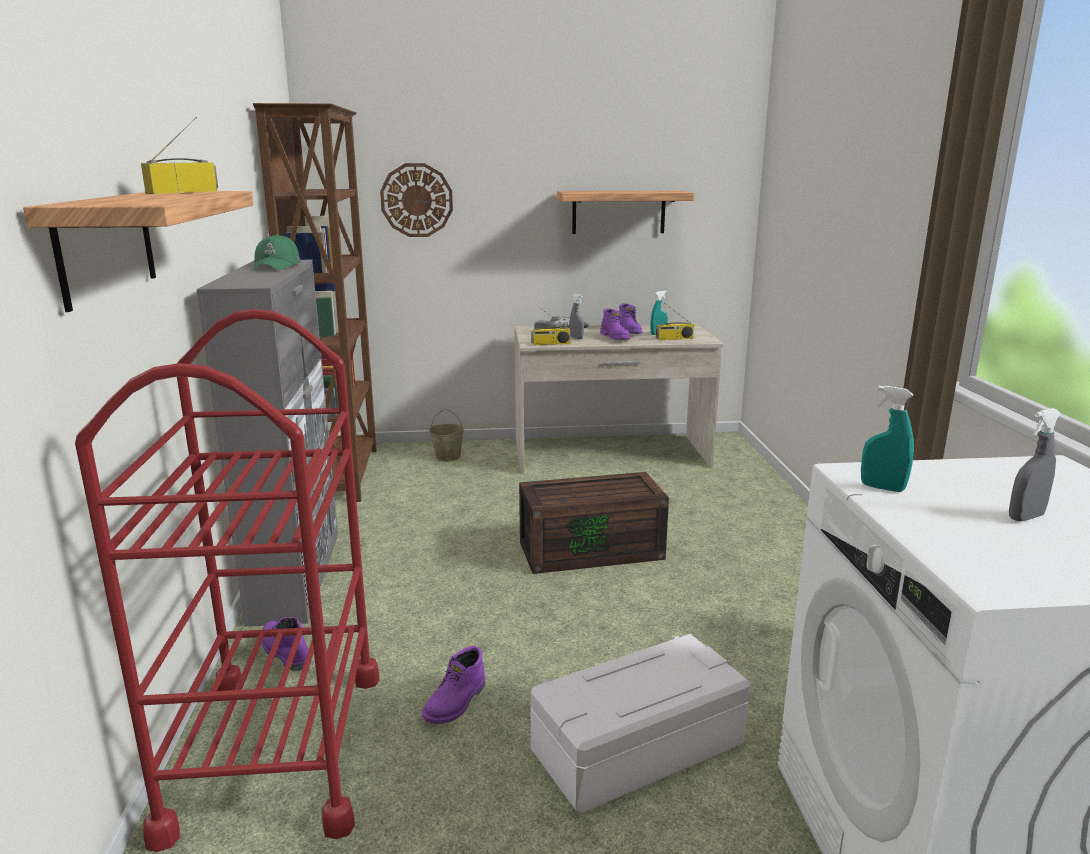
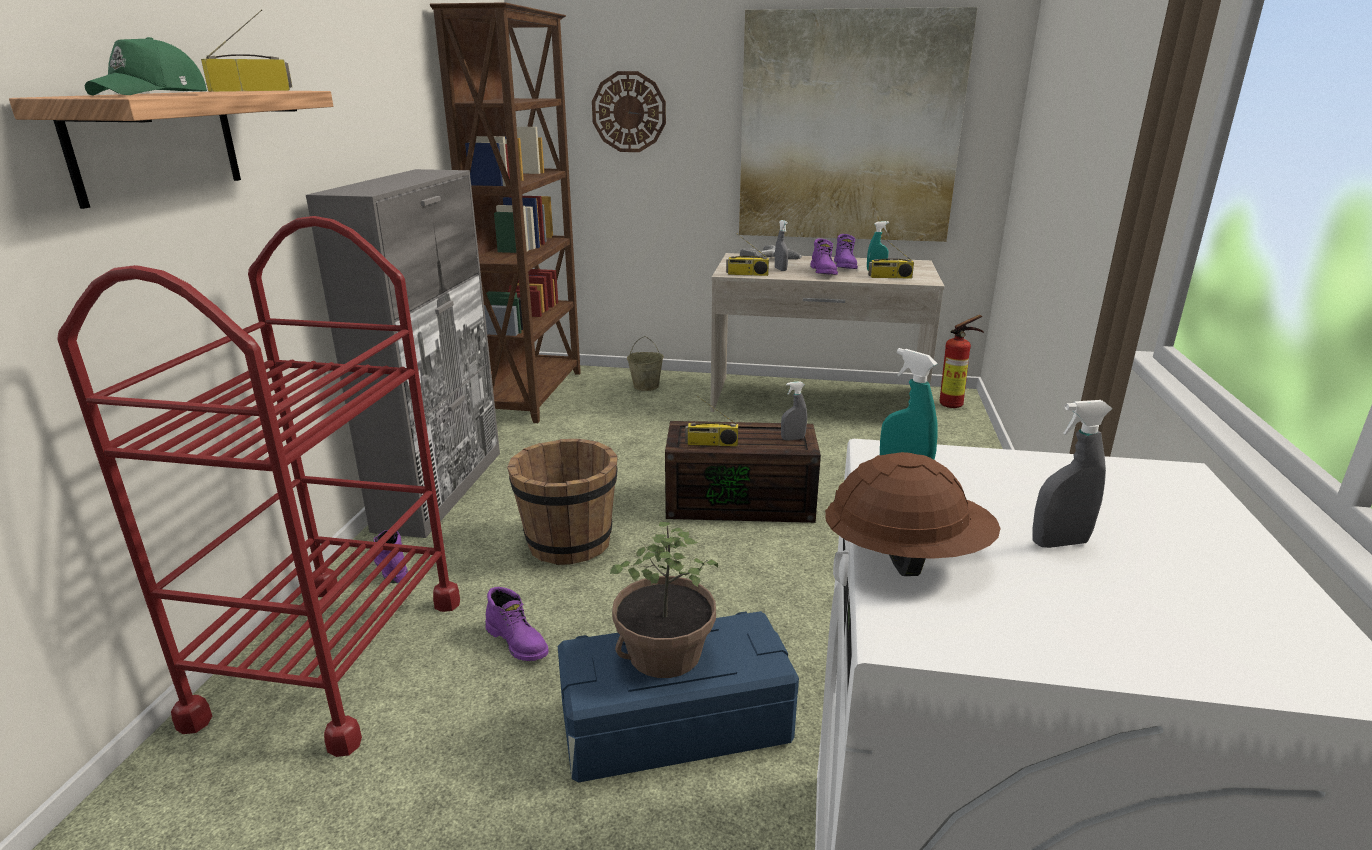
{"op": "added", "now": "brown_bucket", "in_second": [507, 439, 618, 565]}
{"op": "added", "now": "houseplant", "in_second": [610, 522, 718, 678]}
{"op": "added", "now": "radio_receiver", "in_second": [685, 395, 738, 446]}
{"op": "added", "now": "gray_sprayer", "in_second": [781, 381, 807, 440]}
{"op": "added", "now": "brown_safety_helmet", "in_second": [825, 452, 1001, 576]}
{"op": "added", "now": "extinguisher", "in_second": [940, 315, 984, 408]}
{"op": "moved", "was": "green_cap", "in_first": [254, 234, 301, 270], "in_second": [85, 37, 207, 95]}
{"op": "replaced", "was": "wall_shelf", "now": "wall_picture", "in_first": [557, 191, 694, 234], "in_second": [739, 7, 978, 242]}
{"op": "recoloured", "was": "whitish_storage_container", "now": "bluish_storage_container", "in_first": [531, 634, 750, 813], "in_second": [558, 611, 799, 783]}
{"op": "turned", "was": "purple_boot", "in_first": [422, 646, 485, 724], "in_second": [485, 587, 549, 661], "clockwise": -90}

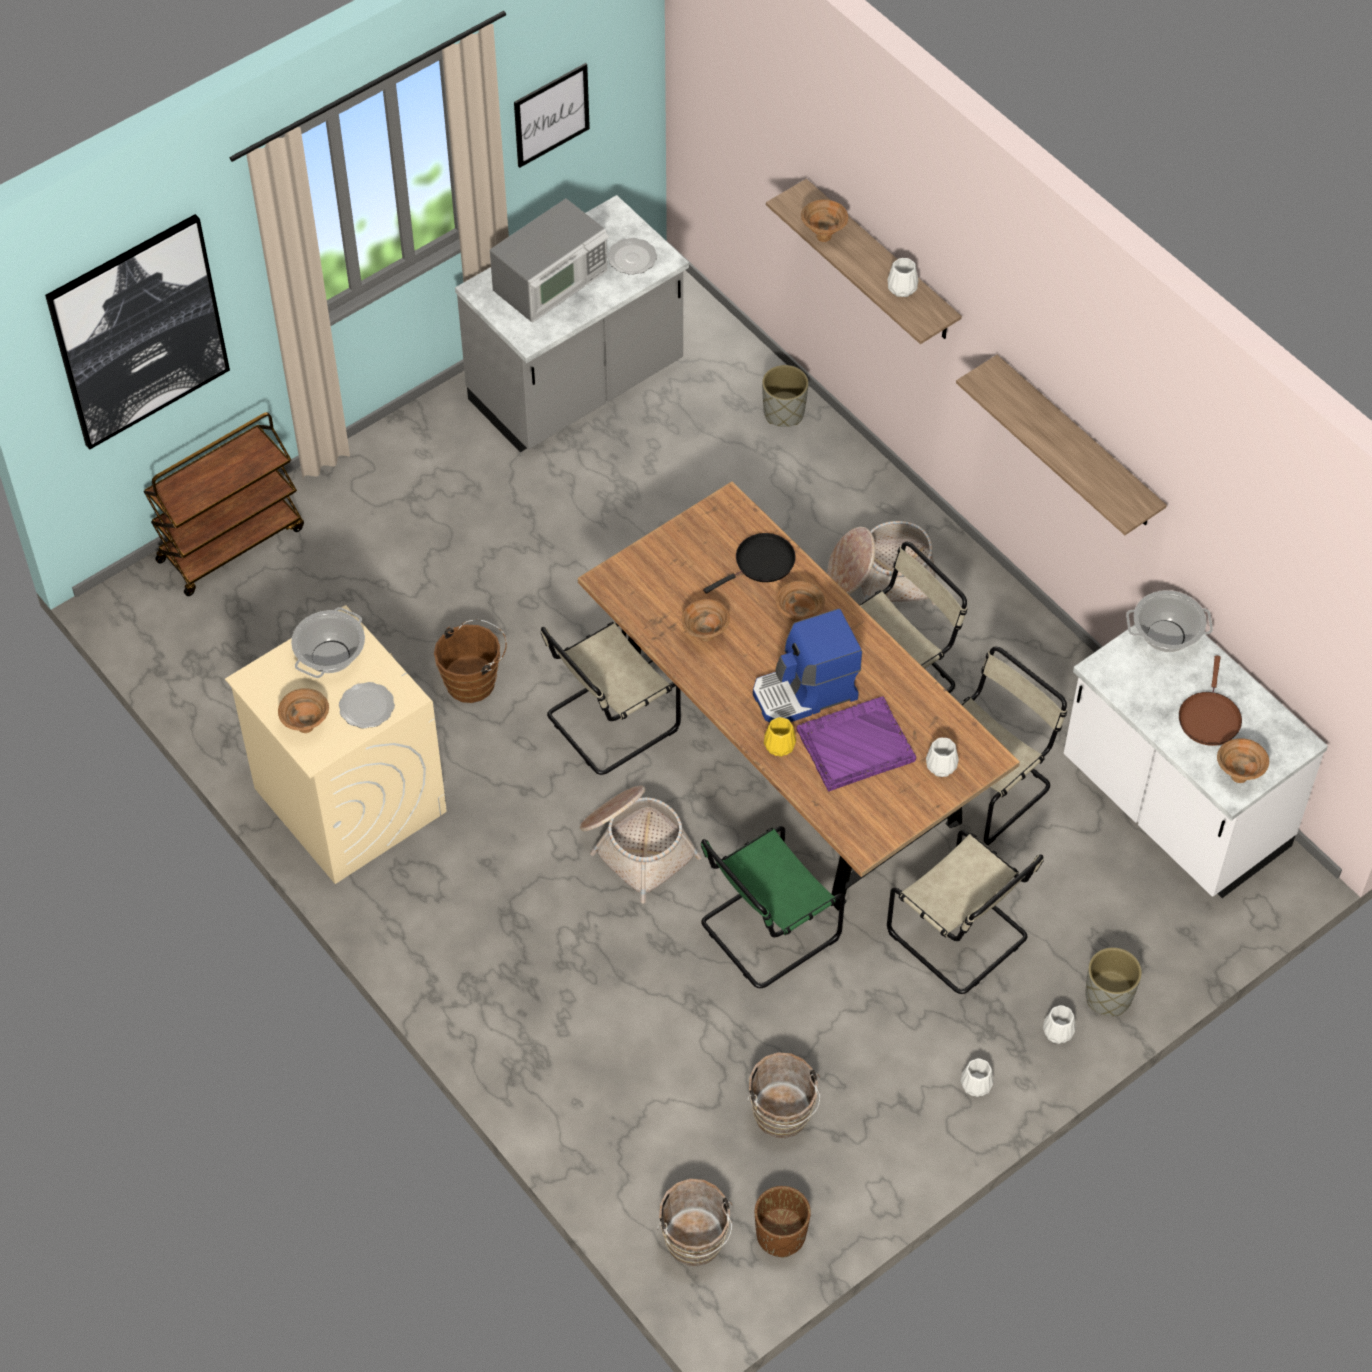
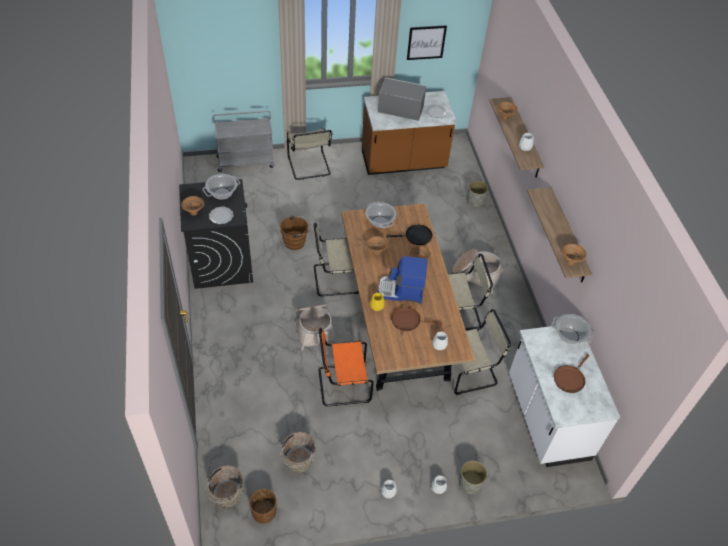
{"op": "removed", "was": "wall_picture", "in_first": [45, 214, 230, 450]}
{"op": "added", "now": "stockpot", "in_second": [365, 201, 396, 228]}
{"op": "moved", "was": "beige-coloured_plain_chair", "in_first": [887, 830, 1044, 994], "in_second": [287, 127, 333, 180]}
{"op": "moved", "was": "brown_bowl", "in_first": [1217, 738, 1269, 783], "in_second": [562, 244, 587, 266]}
{"op": "replaced", "was": "purple_serving_tray", "now": "brown_pan", "in_first": [796, 697, 916, 792], "in_second": [391, 307, 442, 331]}
{"op": "recoloured", "was": "brown_trolley", "now": "gray_trolley", "in_first": [143, 412, 304, 596], "in_second": [213, 110, 275, 172]}
{"op": "recoloured", "was": "beige-coloured_laundry_appliance", "now": "black_laundry_appliance", "in_first": [225, 605, 447, 884], "in_second": [179, 179, 253, 289]}
{"op": "recoloured", "was": "gray_counter", "now": "brown_counter", "in_first": [455, 195, 689, 452], "in_second": [362, 91, 457, 175]}
{"op": "recoloured", "was": "green_plain_chair", "now": "orange_plain_chair", "in_first": [701, 826, 845, 988], "in_second": [319, 328, 374, 406]}
{"op": "turned", "was": "microwave_oven", "in_first": [490, 198, 609, 322], "in_second": [378, 77, 426, 121], "clockwise": -150}

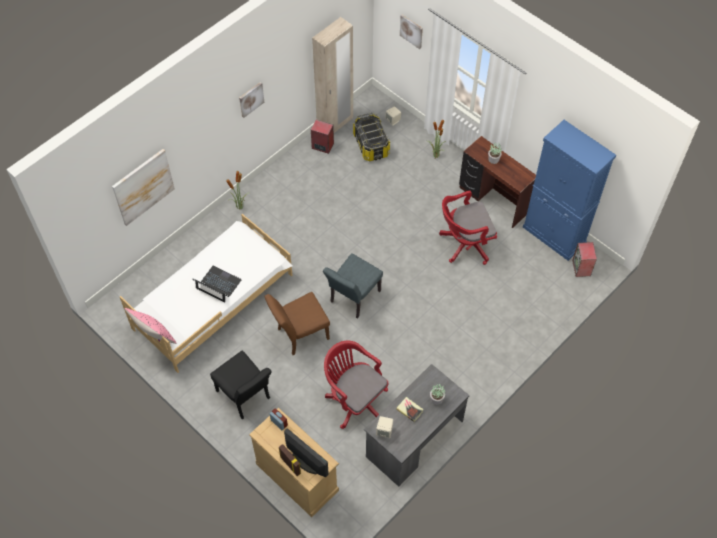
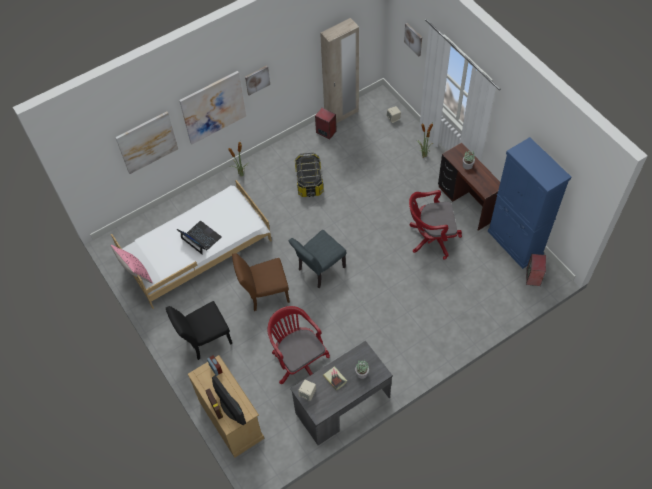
{"op": "added", "now": "wall_picture", "in_second": [179, 71, 246, 145]}
{"op": "moved", "was": "storage_container", "in_first": [353, 113, 390, 161], "in_second": [295, 153, 324, 197]}
{"op": "turned", "was": "black_plain_chair", "in_first": [210, 351, 272, 419], "in_second": [166, 301, 232, 360], "clockwise": 90}

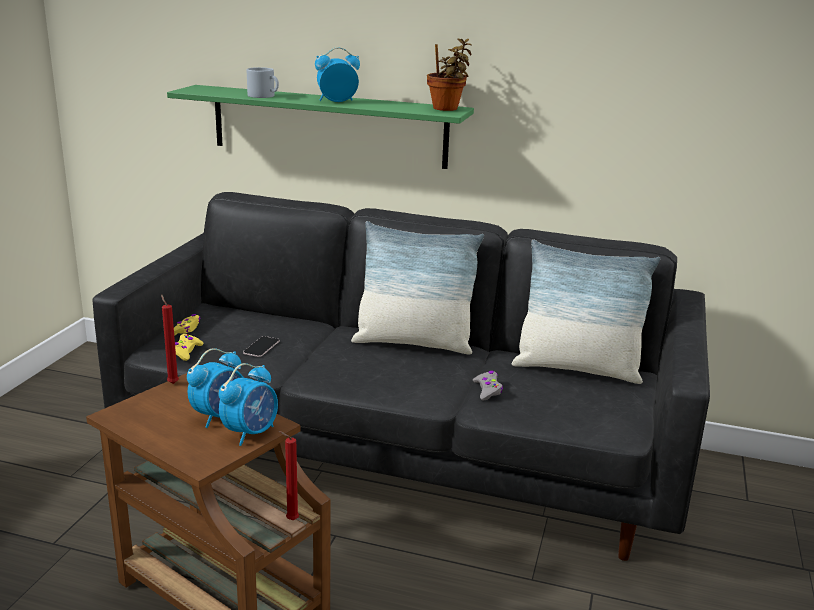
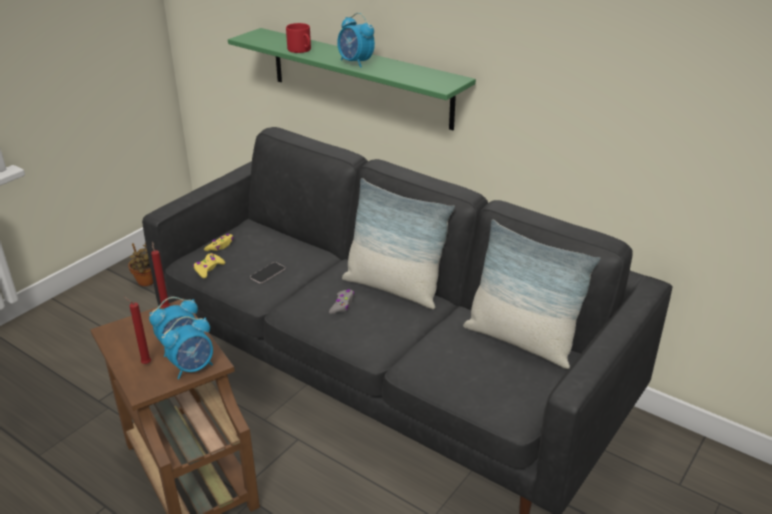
{"op": "moved", "was": "red-coloured_wax_light", "in_first": [279, 431, 299, 520], "in_second": [124, 297, 151, 364]}
{"op": "moved", "was": "houseplant", "in_first": [427, 38, 472, 111], "in_second": [128, 242, 153, 286]}
{"op": "moved", "was": "gray_game_controller", "in_first": [473, 371, 503, 400], "in_second": [329, 290, 354, 314]}
{"op": "recoloured", "was": "gray_coffee_mug", "now": "red-coloured_coffee_mug", "in_first": [247, 67, 279, 98], "in_second": [286, 23, 311, 53]}
{"op": "turned", "was": "alarm_clock", "in_first": [315, 47, 360, 102], "in_second": [337, 13, 375, 68], "clockwise": -135}

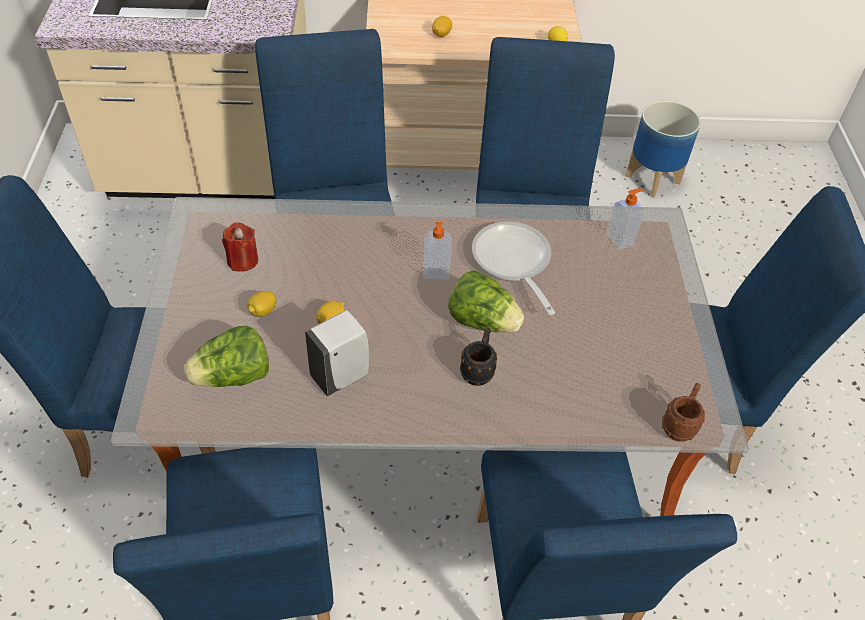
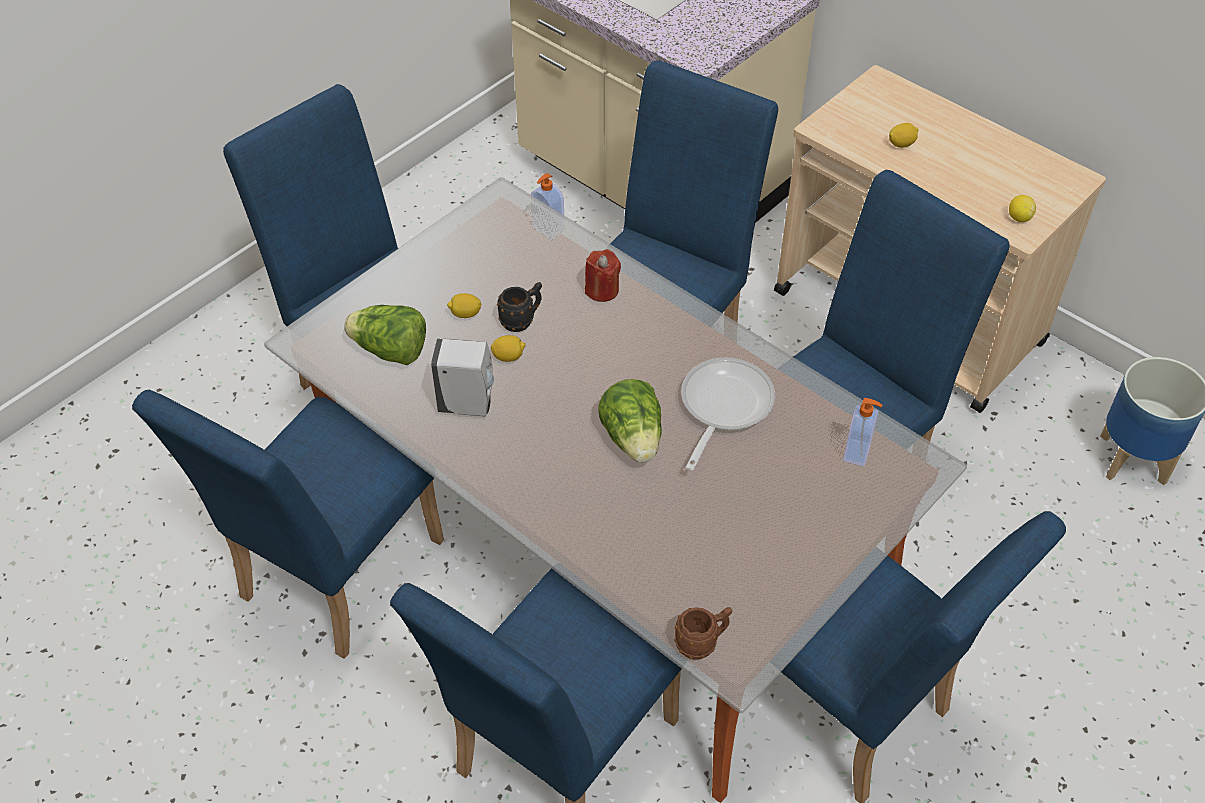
{"op": "moved", "was": "red-coloured_wax_light", "in_first": [222, 222, 258, 272], "in_second": [585, 249, 621, 302]}
{"op": "moved", "was": "liquid_soap_bottle", "in_first": [423, 222, 452, 280], "in_second": [531, 173, 565, 240]}
{"op": "moved", "was": "black_coffee_mug", "in_first": [460, 327, 497, 386], "in_second": [497, 282, 542, 332]}

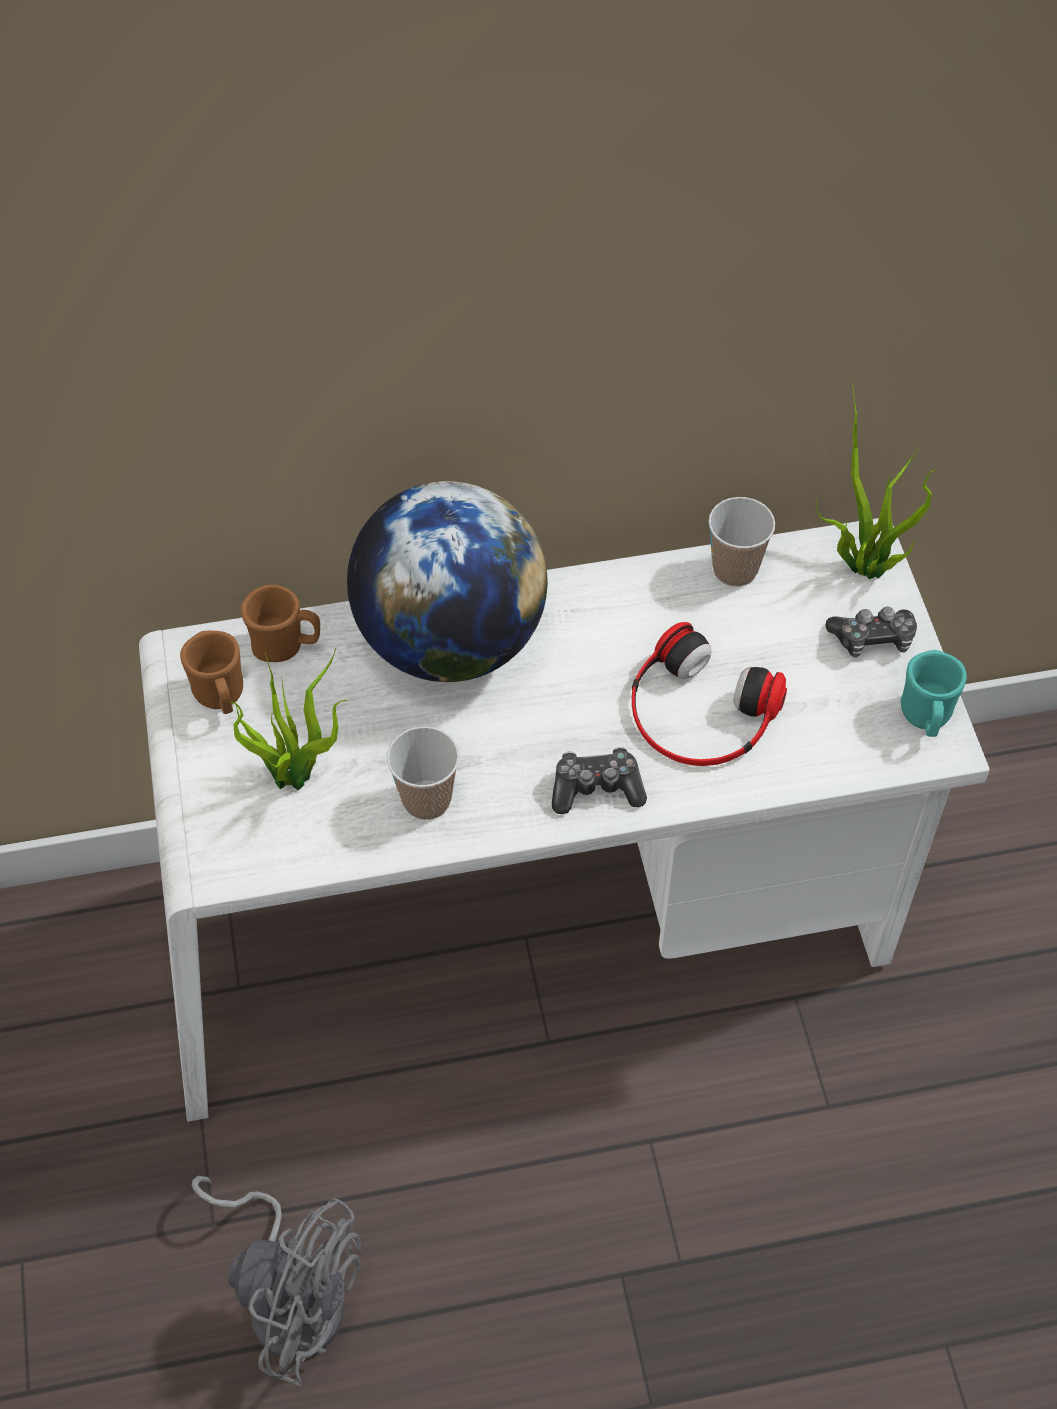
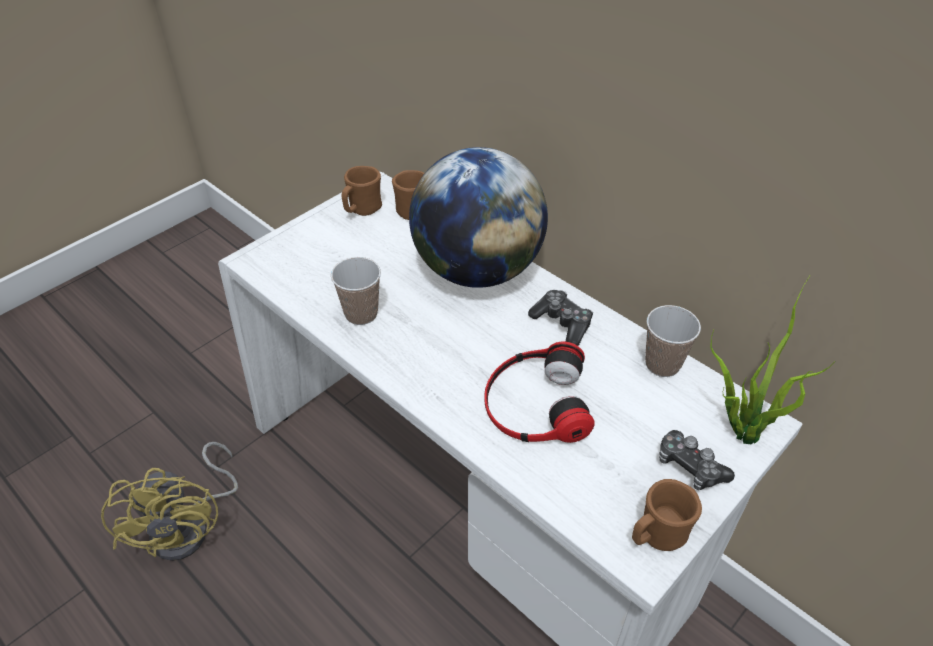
{"op": "removed", "was": "houseplant", "in_first": [231, 648, 347, 791]}
{"op": "moved", "was": "game_controller", "in_first": [552, 747, 647, 814], "in_second": [528, 290, 593, 346]}
{"op": "recoloured", "was": "gray_electric_fan", "now": "yellowish_electric_fan", "in_first": [192, 1176, 361, 1386], "in_second": [101, 442, 238, 561]}
{"op": "recoloured", "was": "blue-green_coffee_mug", "now": "brown_coffee_mug", "in_first": [901, 650, 967, 737], "in_second": [632, 479, 702, 551]}

